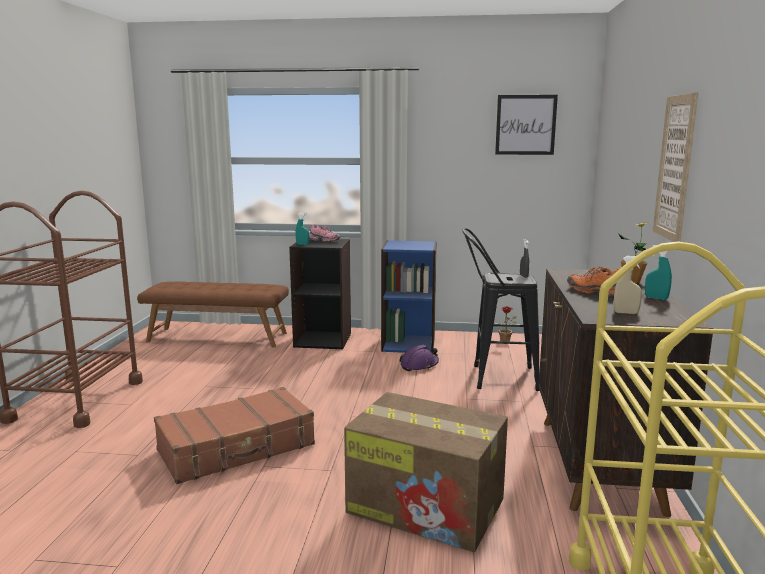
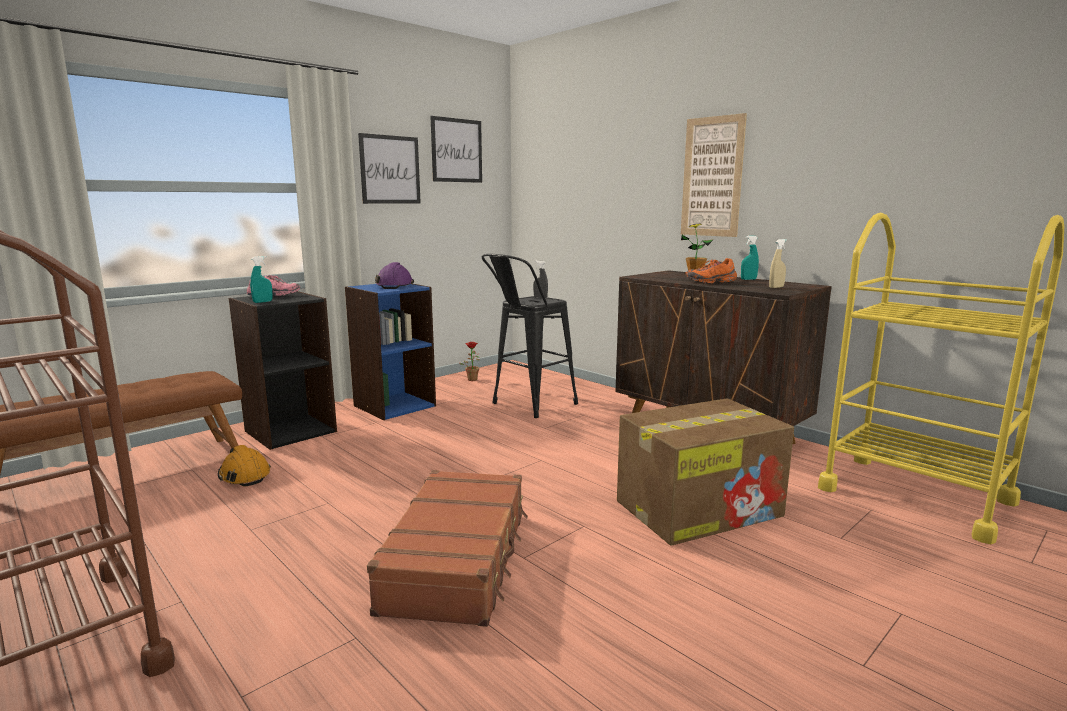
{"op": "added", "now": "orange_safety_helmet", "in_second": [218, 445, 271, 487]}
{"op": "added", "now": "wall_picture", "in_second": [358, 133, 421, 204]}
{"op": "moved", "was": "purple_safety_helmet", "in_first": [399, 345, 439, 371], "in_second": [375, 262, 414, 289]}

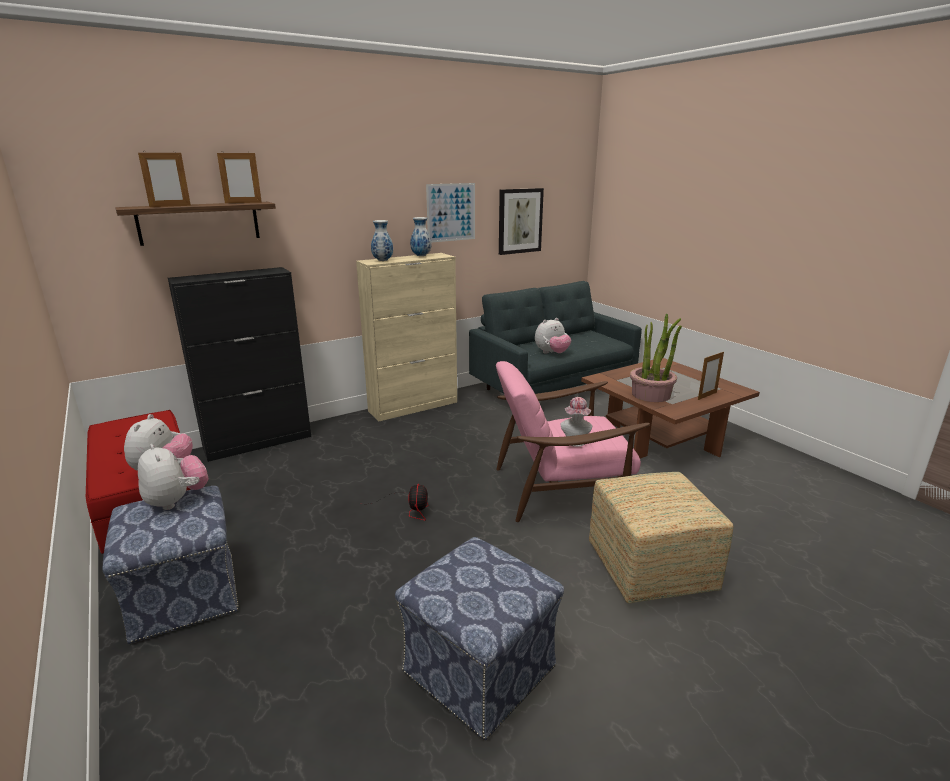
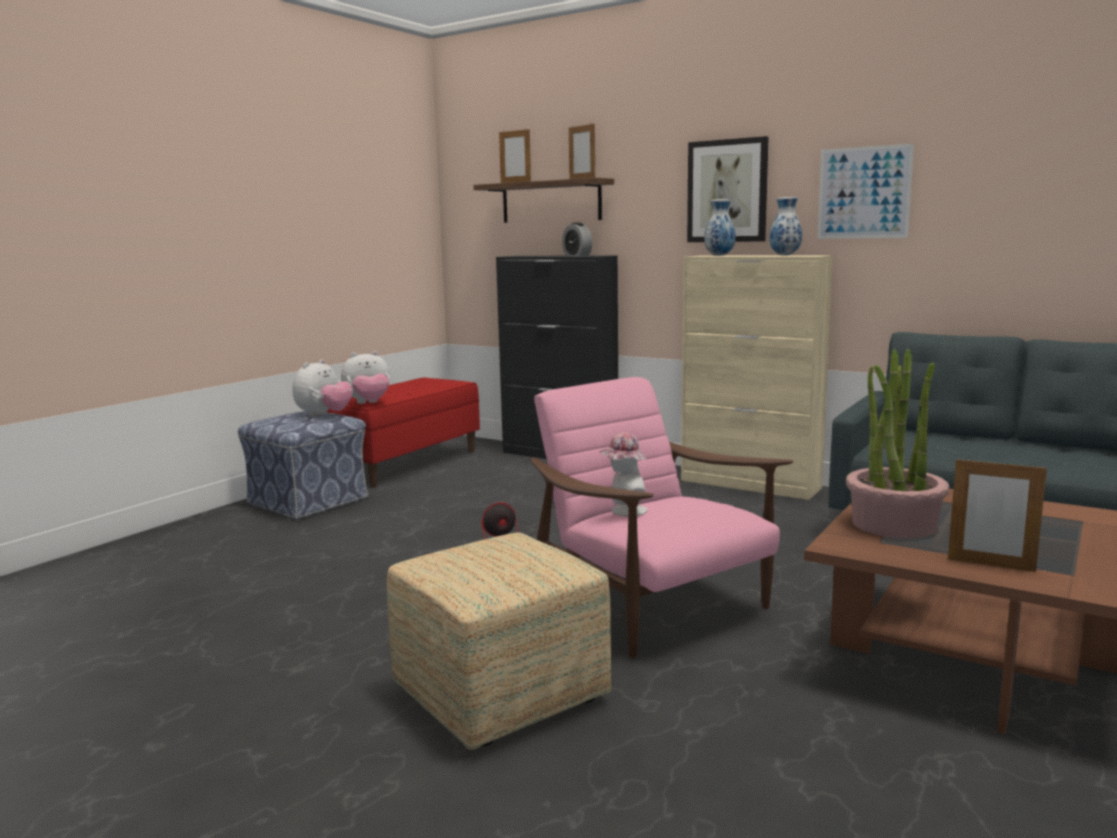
{"op": "removed", "was": "ottoman", "in_first": [395, 537, 564, 740]}
{"op": "removed", "was": "cuddly_toy", "in_first": [535, 318, 571, 354]}
{"op": "added", "now": "alarm_clock", "in_second": [562, 223, 592, 256]}
{"op": "moved", "was": "wall_picture", "in_first": [499, 188, 544, 255], "in_second": [687, 136, 769, 242]}

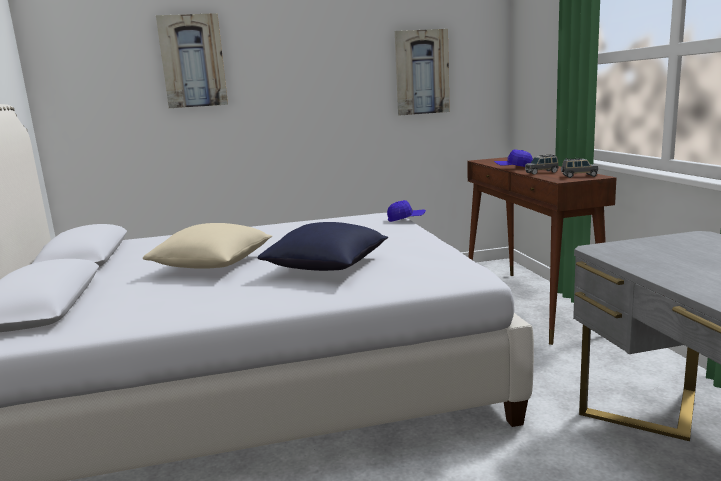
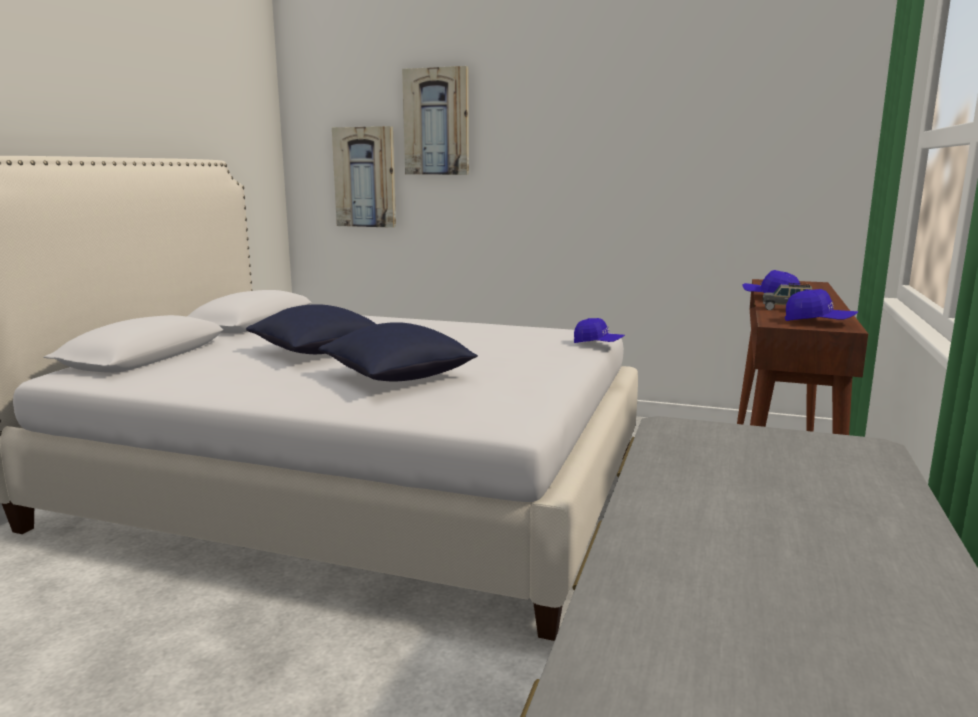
{"op": "moved", "was": "wall_picture", "in_first": [395, 29, 450, 115], "in_second": [332, 126, 396, 228]}
{"op": "replaced", "was": "gray_miniature_car", "now": "bluish_cap", "in_first": [561, 158, 598, 178], "in_second": [785, 289, 858, 321]}
{"op": "recoloured", "was": "beige-coloured_cushion", "now": "bluish_cushion", "in_first": [143, 223, 272, 269], "in_second": [246, 304, 376, 354]}

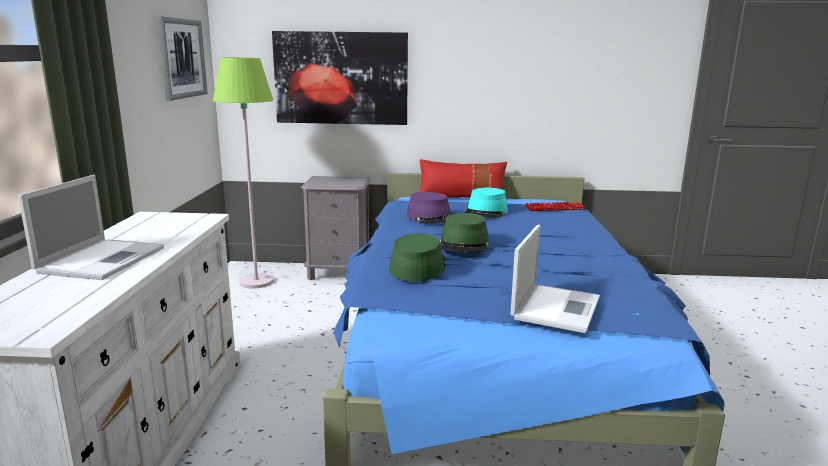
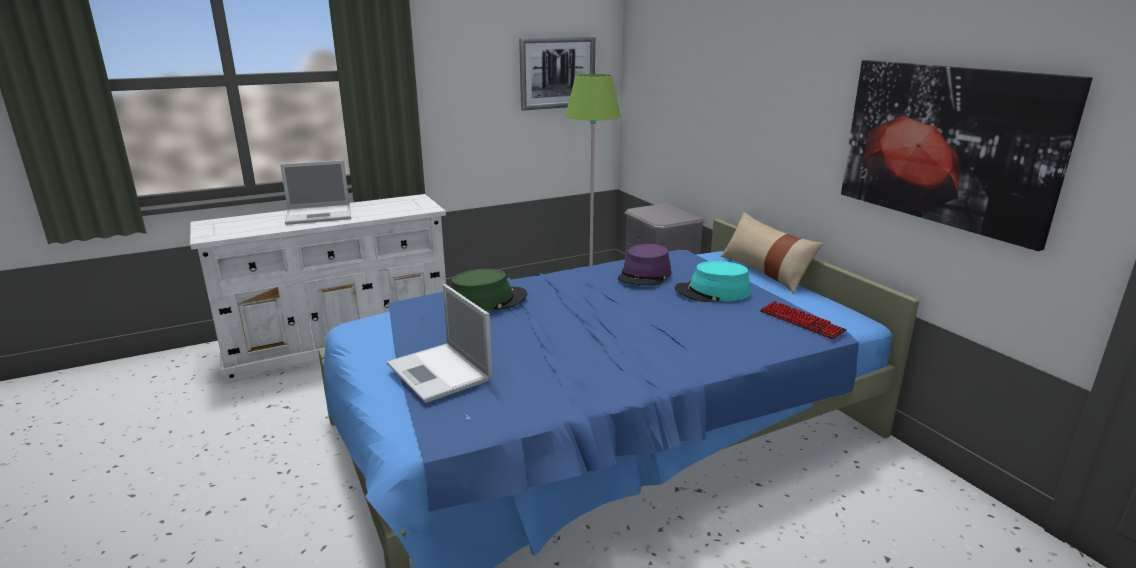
{"op": "removed", "was": "green_clothing_hat", "in_first": [440, 213, 489, 253]}
{"op": "moved", "was": "wall_picture", "in_first": [272, 31, 408, 125], "in_second": [841, 60, 1093, 251]}
{"op": "recoloured", "was": "red-coloured_cushion", "now": "beige-coloured_cushion", "in_first": [420, 159, 507, 197], "in_second": [721, 212, 823, 294]}
{"op": "turned", "was": "laptop", "in_first": [510, 225, 600, 333], "in_second": [387, 284, 492, 403], "clockwise": 60}

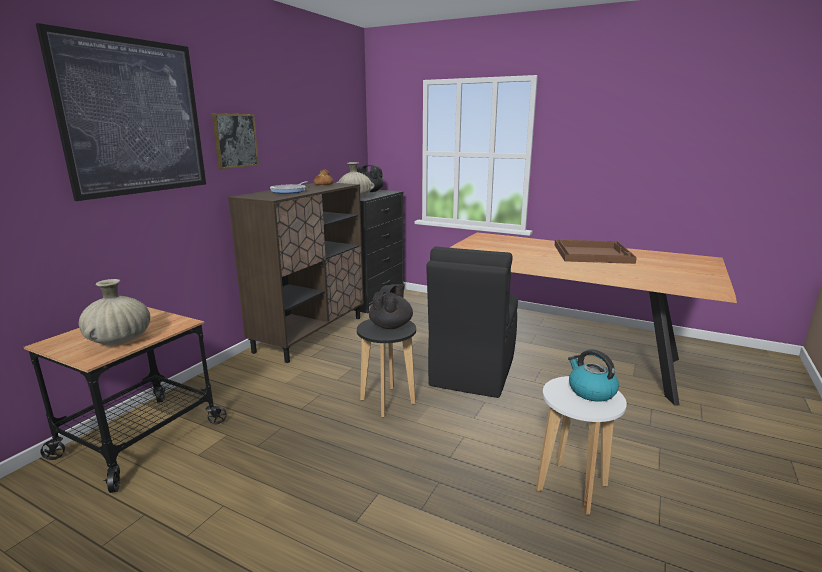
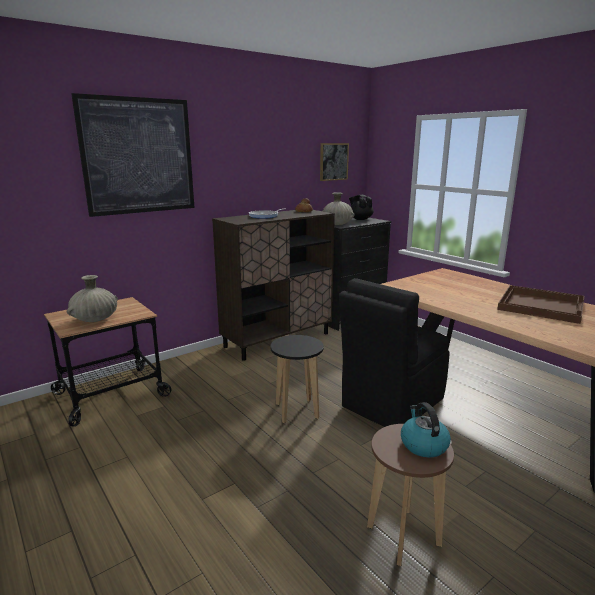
{"op": "removed", "was": "black_tea_pot", "in_first": [369, 284, 413, 329]}
{"op": "moved", "was": "wall_picture", "in_first": [212, 113, 259, 169], "in_second": [320, 143, 349, 181]}
{"op": "recoloured", "was": "whitish_stool", "now": "brown_stool", "in_first": [536, 376, 627, 515], "in_second": [367, 424, 454, 566]}

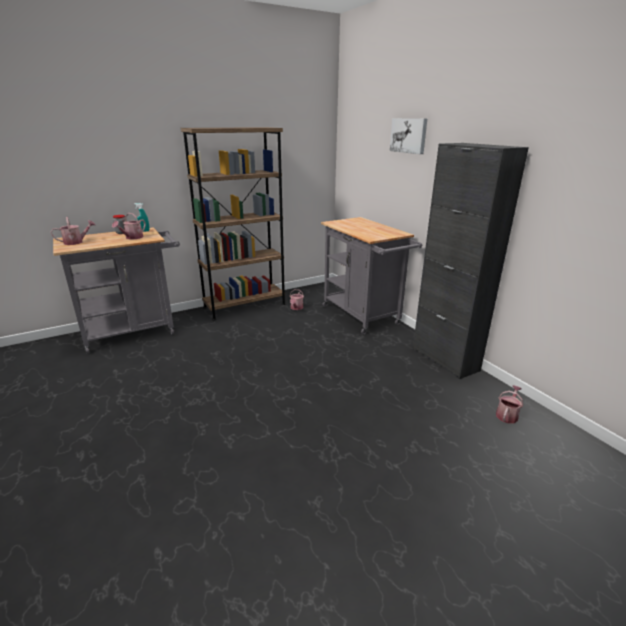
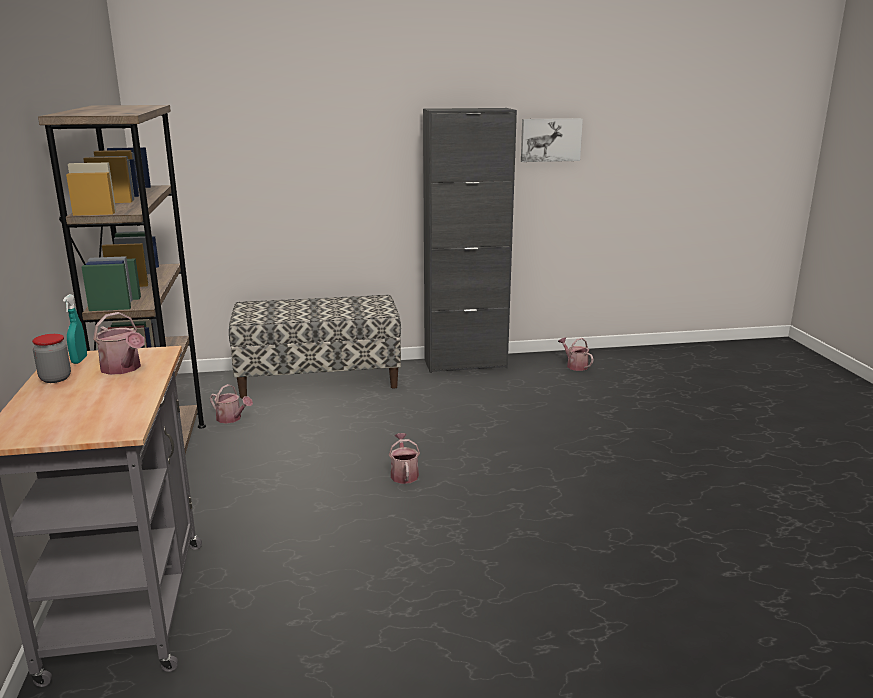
{"op": "moved", "was": "sprinkling_can", "in_first": [50, 217, 96, 245], "in_second": [389, 433, 420, 484]}
{"op": "moved", "was": "wall_picture", "in_first": [390, 118, 427, 154], "in_second": [521, 118, 583, 162]}
{"op": "replaced", "was": "gray_trolley", "now": "indoor_bench", "in_first": [321, 217, 422, 334], "in_second": [229, 295, 401, 399]}

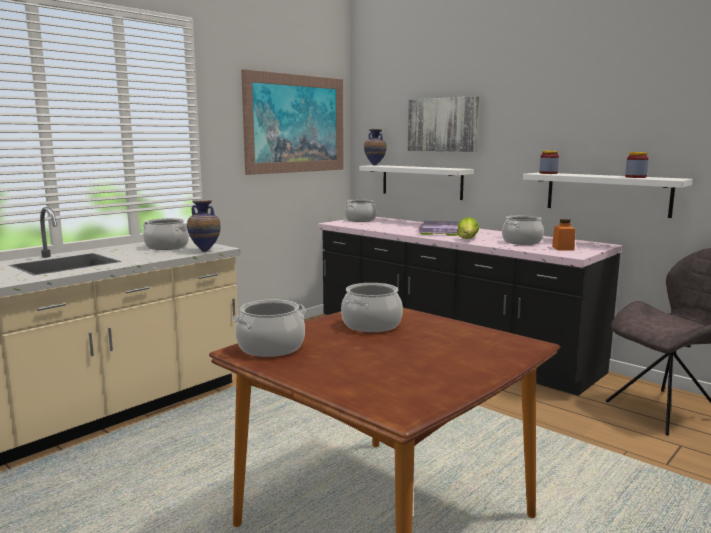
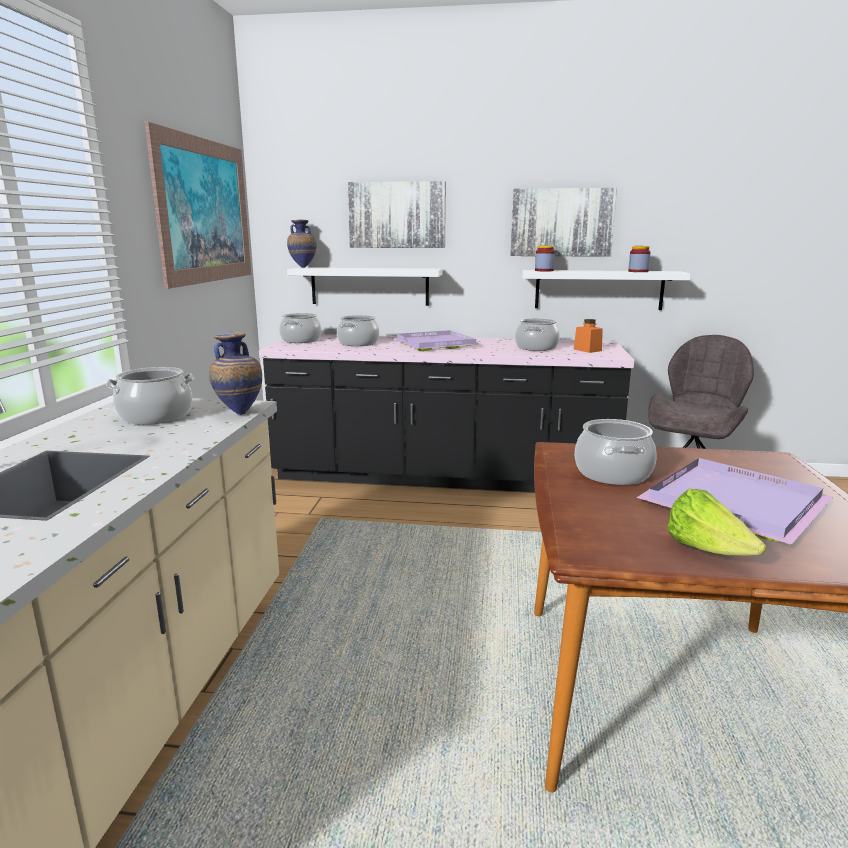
{"op": "added", "now": "wall_picture", "in_second": [510, 188, 617, 257]}
{"op": "added", "now": "purple_serving_tray", "in_second": [636, 458, 833, 545]}
{"op": "moved", "was": "stockpot", "in_first": [232, 300, 306, 357], "in_second": [337, 315, 379, 346]}
{"op": "moved", "was": "lettuce", "in_first": [457, 217, 479, 239], "in_second": [668, 489, 766, 556]}

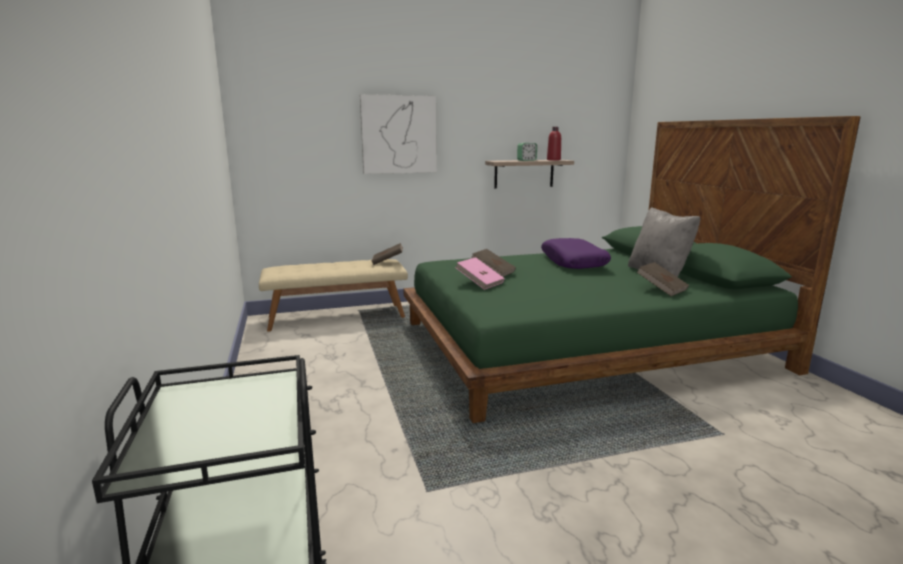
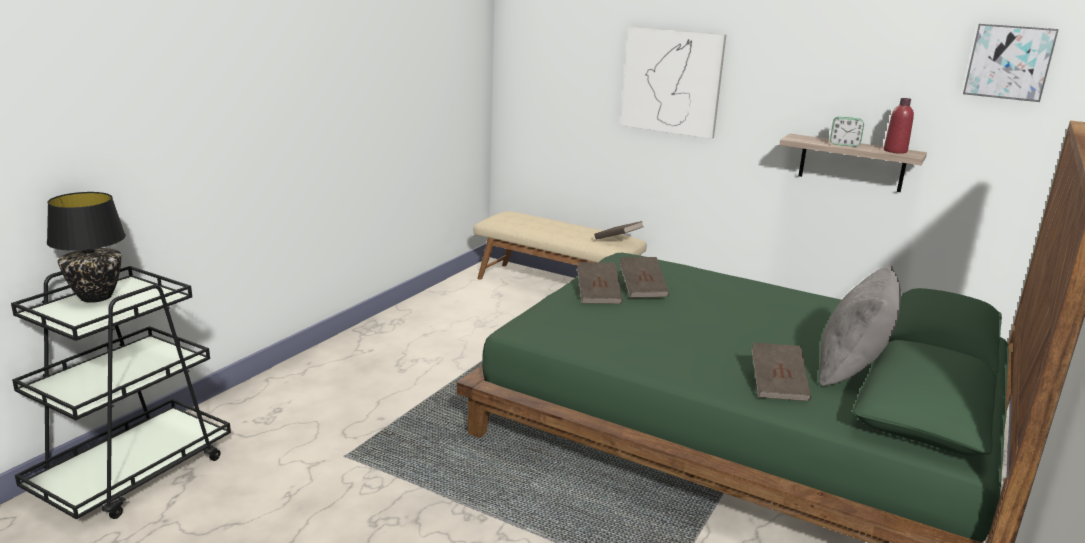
{"op": "removed", "was": "purple_cushion", "in_first": [541, 238, 611, 269]}
{"op": "added", "now": "black_tabletop_lamp", "in_second": [47, 192, 126, 303]}
{"op": "added", "now": "wall_picture", "in_second": [963, 24, 1059, 102]}
{"op": "recoloured", "was": "pinkish_book", "now": "brown_book", "in_first": [455, 257, 505, 290], "in_second": [577, 262, 623, 304]}

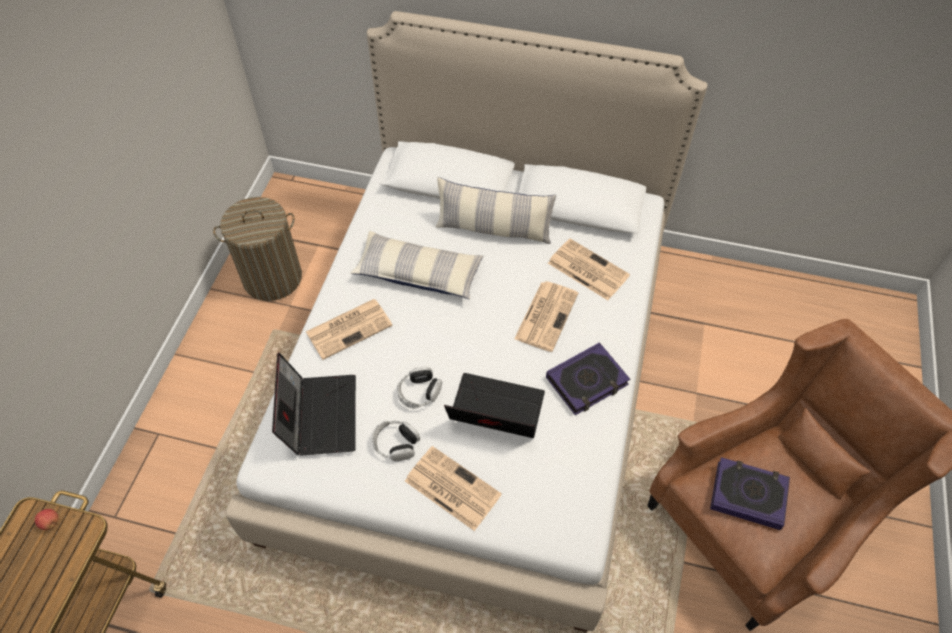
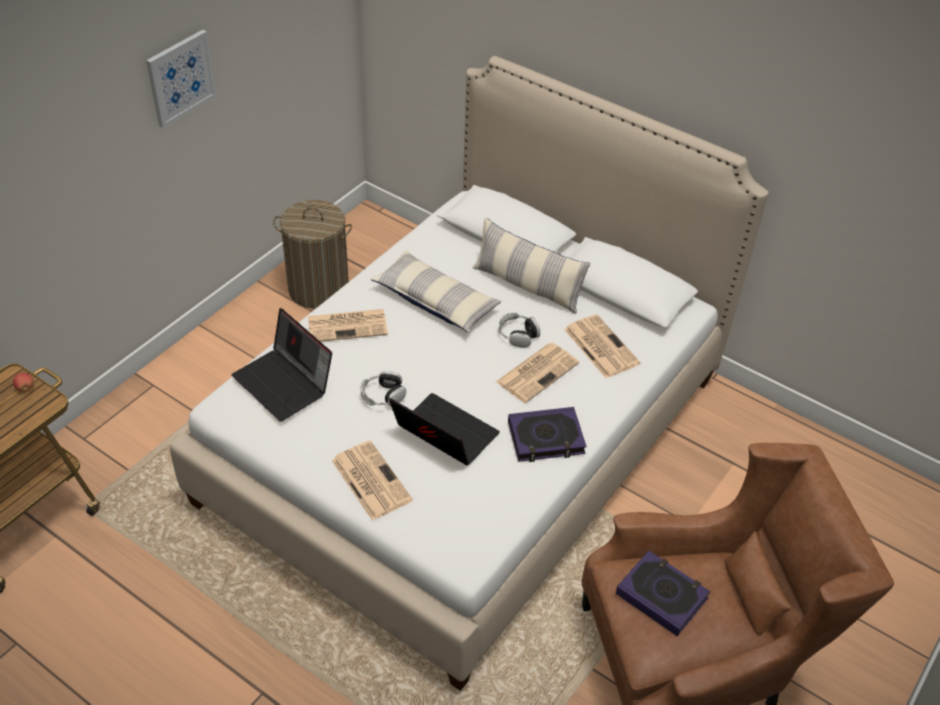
{"op": "added", "now": "wall_picture", "in_second": [146, 30, 217, 128]}
{"op": "moved", "was": "headset", "in_first": [372, 421, 420, 461], "in_second": [498, 313, 540, 348]}
{"op": "turned", "was": "laptop", "in_first": [272, 353, 356, 456], "in_second": [231, 308, 332, 422], "clockwise": 120}

